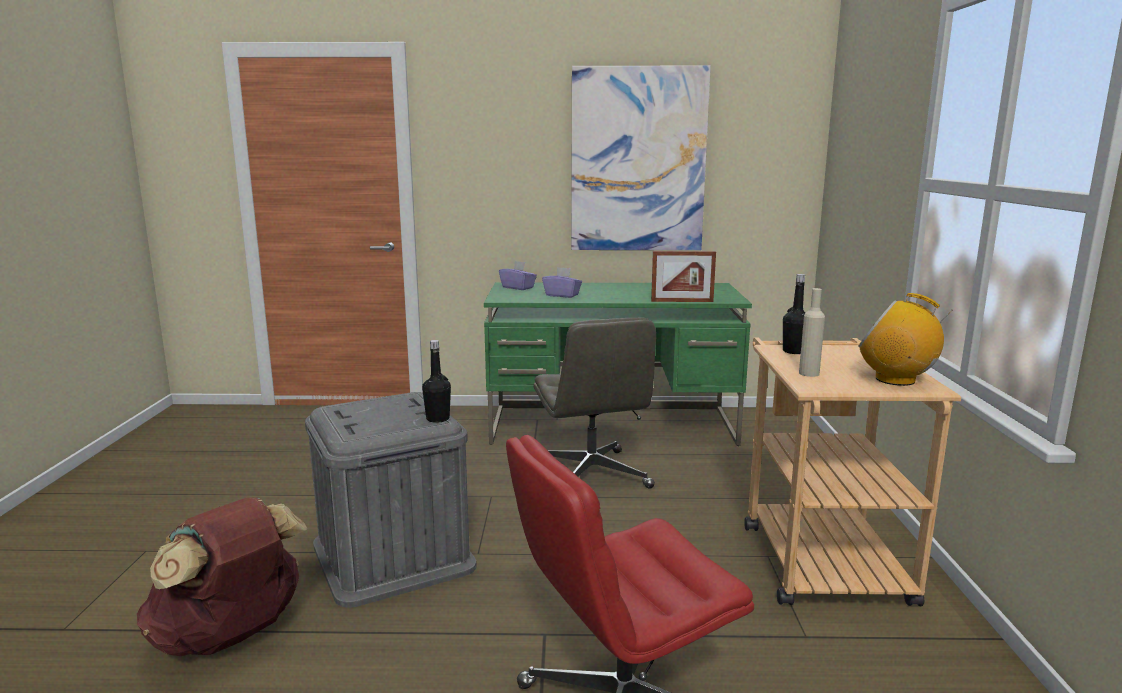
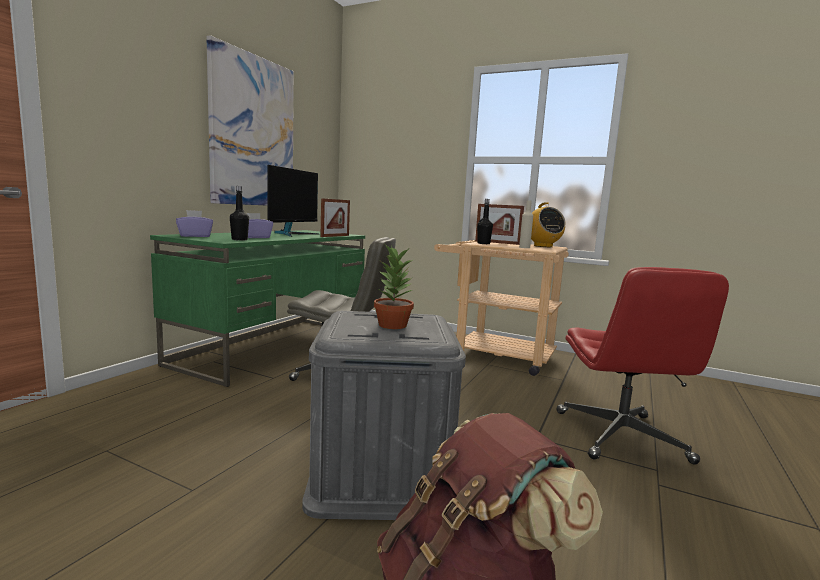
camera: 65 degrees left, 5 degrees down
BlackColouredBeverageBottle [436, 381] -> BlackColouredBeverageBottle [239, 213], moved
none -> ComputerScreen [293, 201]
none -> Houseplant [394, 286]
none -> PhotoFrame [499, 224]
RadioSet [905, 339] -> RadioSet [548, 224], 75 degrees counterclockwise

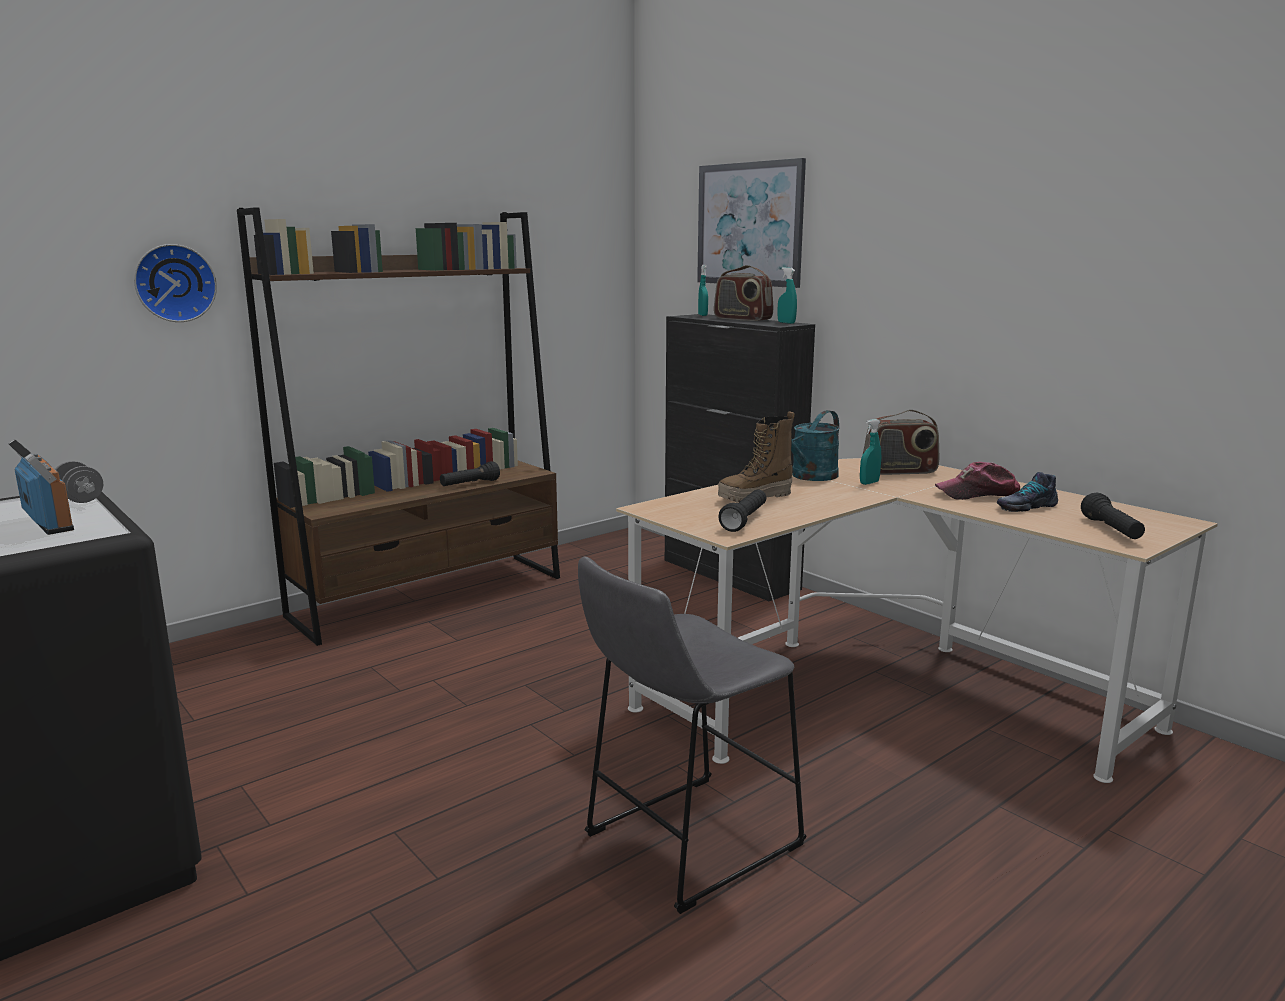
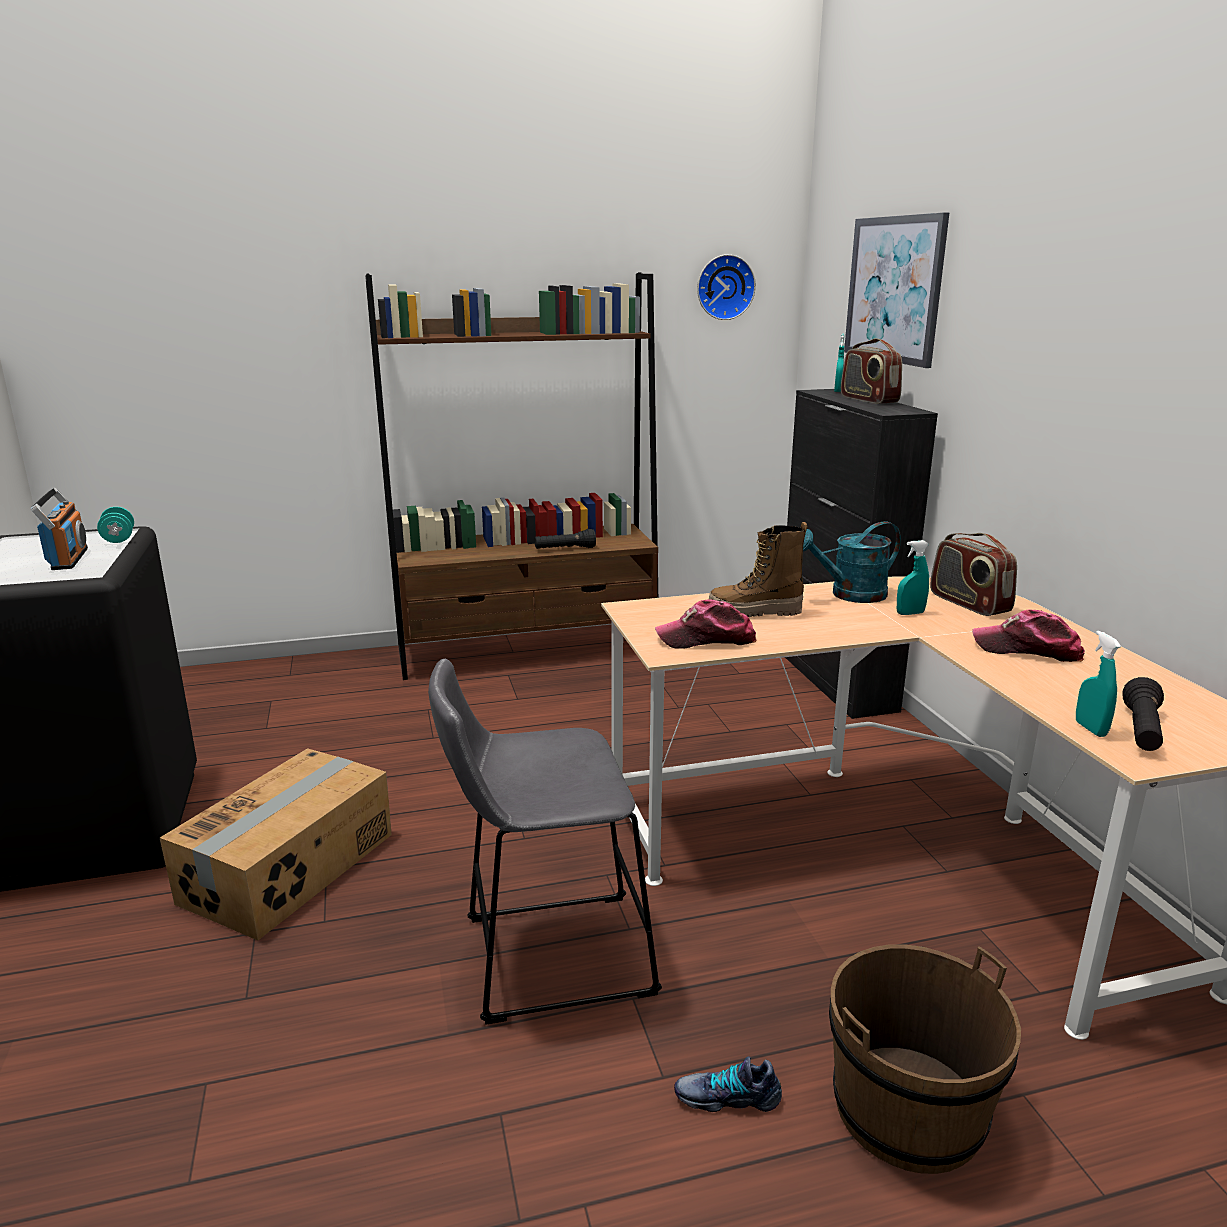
camera: 25 degrees right, 5 degrees up
GreyDumbbell [79, 482] -> TurquoiseColouredDumbbell [115, 525]
none -> CardboardBox [276, 844]
BlackColouredFlashlight [742, 510] -> PeakedCap [706, 624]
ItemOfFootwear [1027, 492] -> ItemOfFootwear [728, 1084], moved
WallClock [175, 283] -> WallClock [726, 287], moved
none -> BrownPail [925, 1059]
RadioSet [901, 442] -> RadioSet [973, 574], 45 degrees clockwise
TurquoiseColouredSprayBottle [787, 295] -> TurquoiseColouredSprayBottle [1098, 684], moved

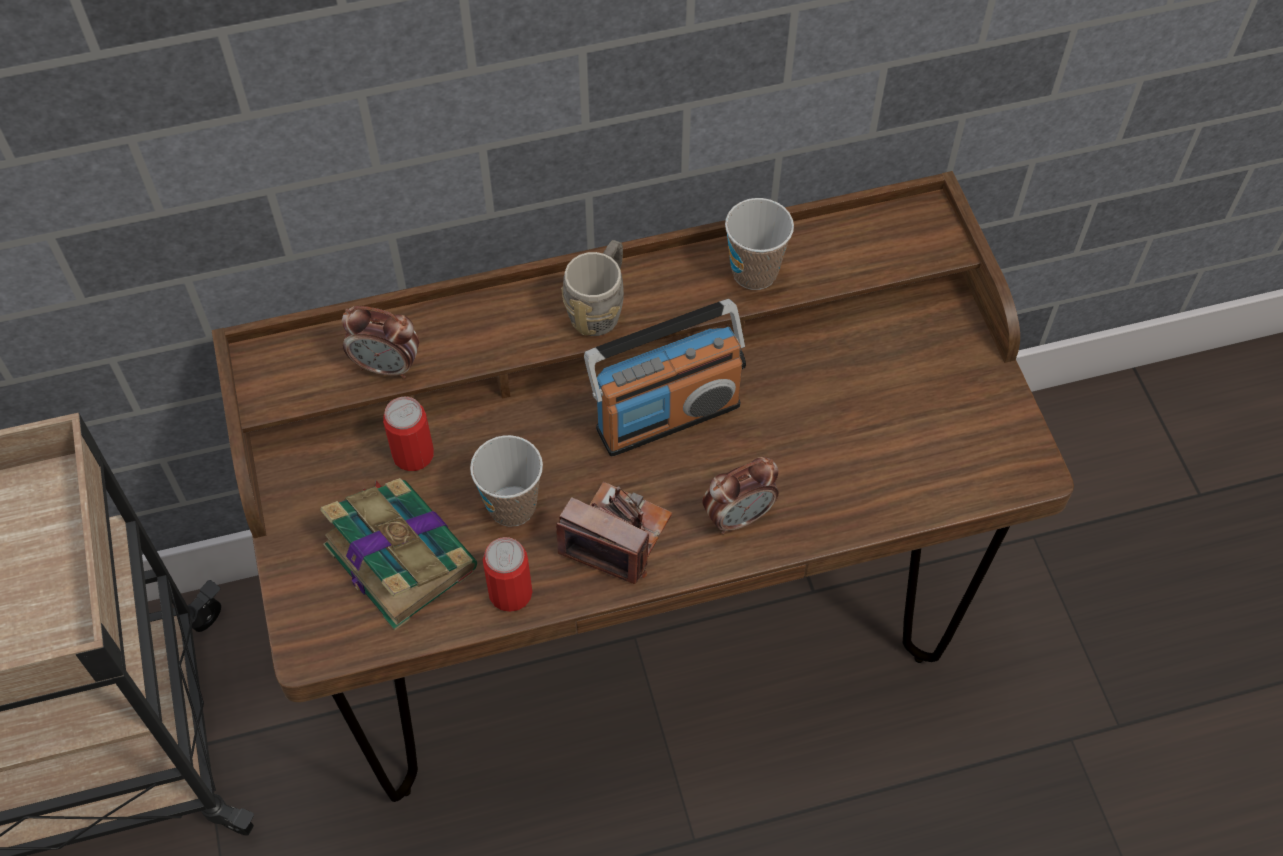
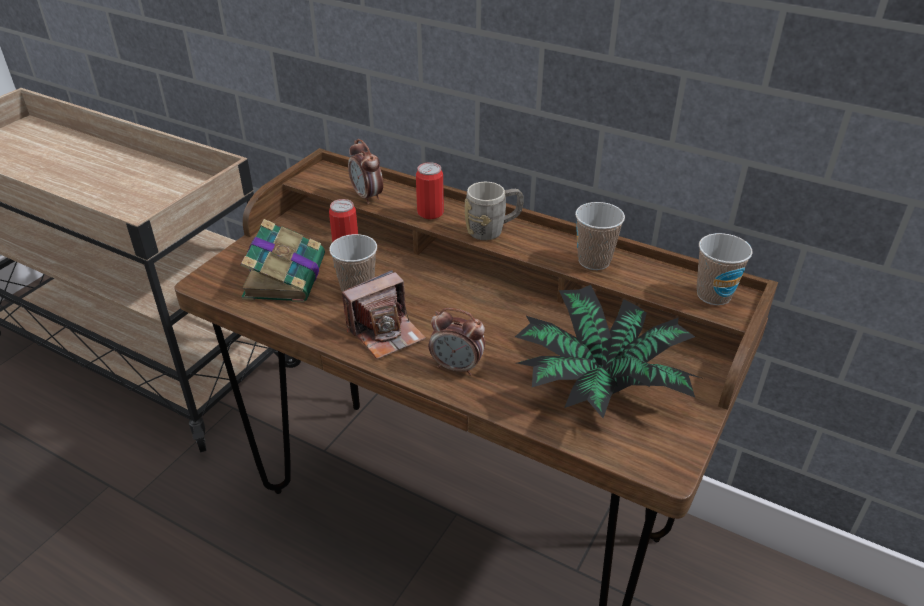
camera: 45 degrees right, 20 degrees down
PhotoCamera [614, 533] -> PhotoCamera [384, 314], 75 degrees clockwise
SealedCan [508, 574] -> SealedCan [430, 190], moved
none -> Houseplant [609, 351]
none -> SmallCup [725, 269]
RadioSet [665, 378] -> none

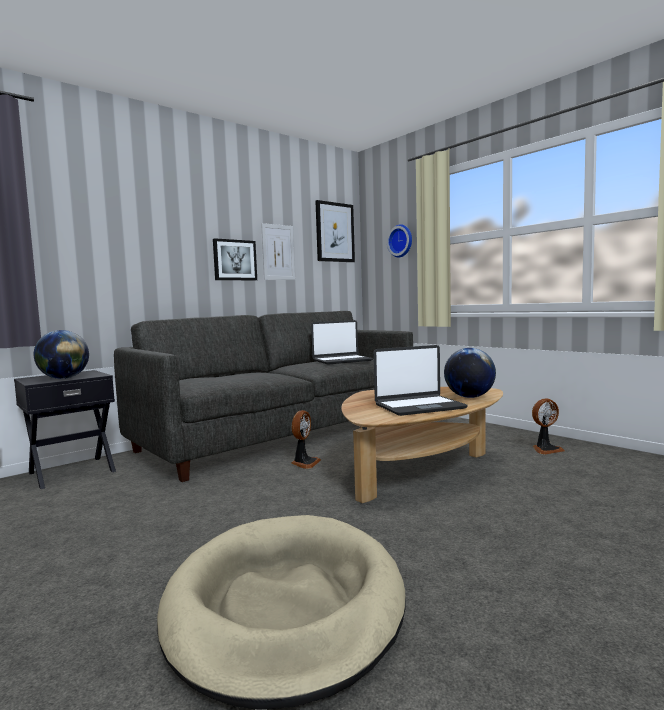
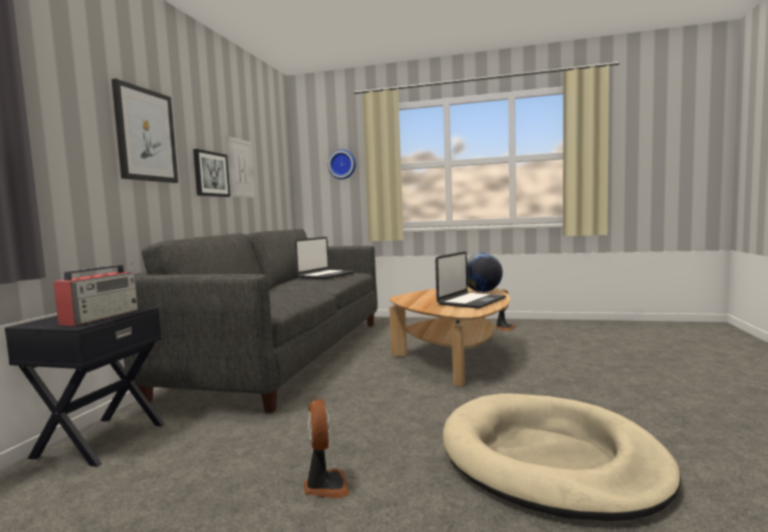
camera: 35 degrees left, 0 degrees up
Globe [61, 354] -> RadioSet [95, 293]
WallArt [335, 231] -> WallArt [145, 131], moved
ElectricFan [306, 439] -> ElectricFan [327, 448], moved

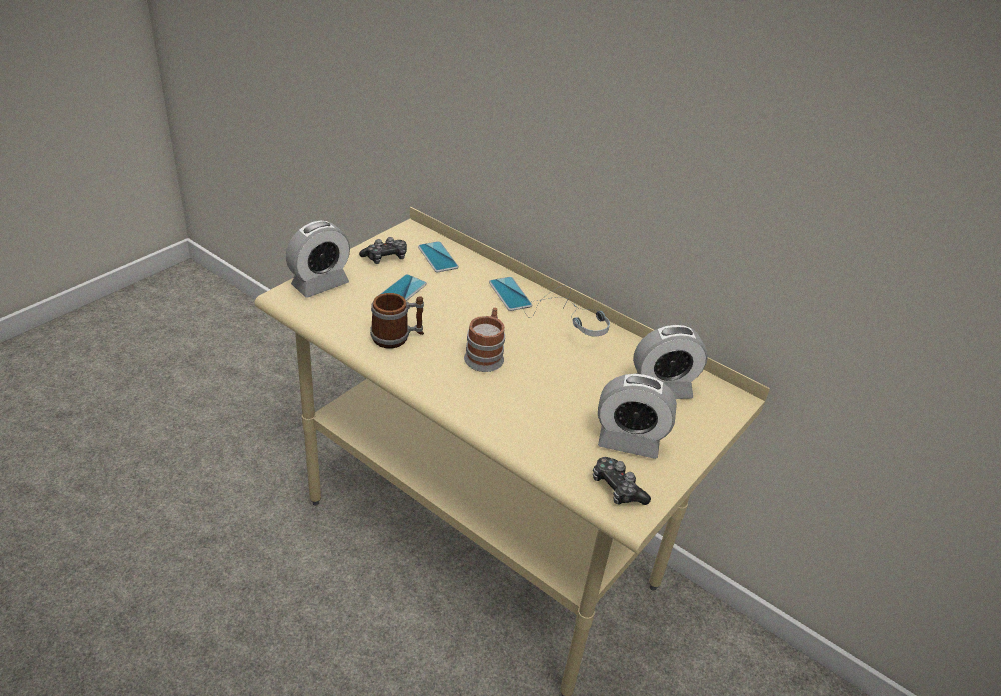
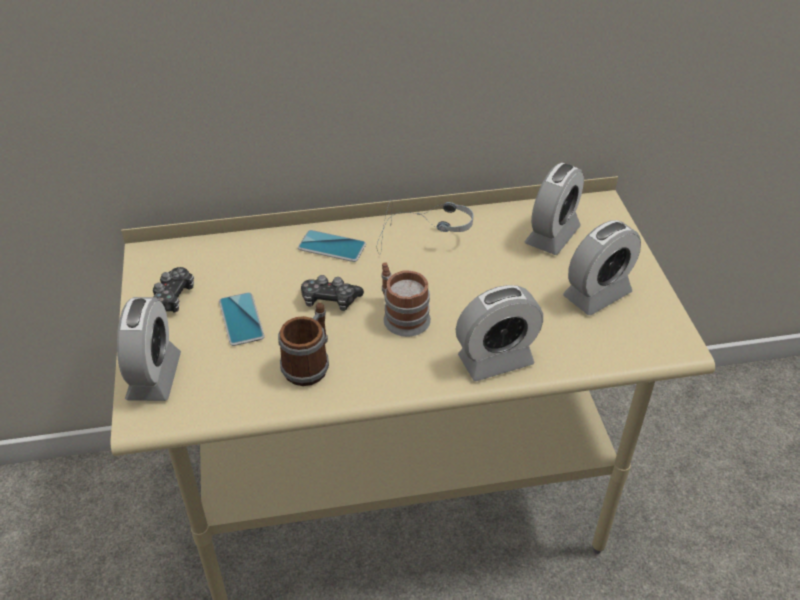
camera: 45 degrees left, 5 degrees up
Joypad [622, 481] -> Joypad [332, 293], moved
none -> AlarmClock [499, 333]
Phone [438, 256] -> none

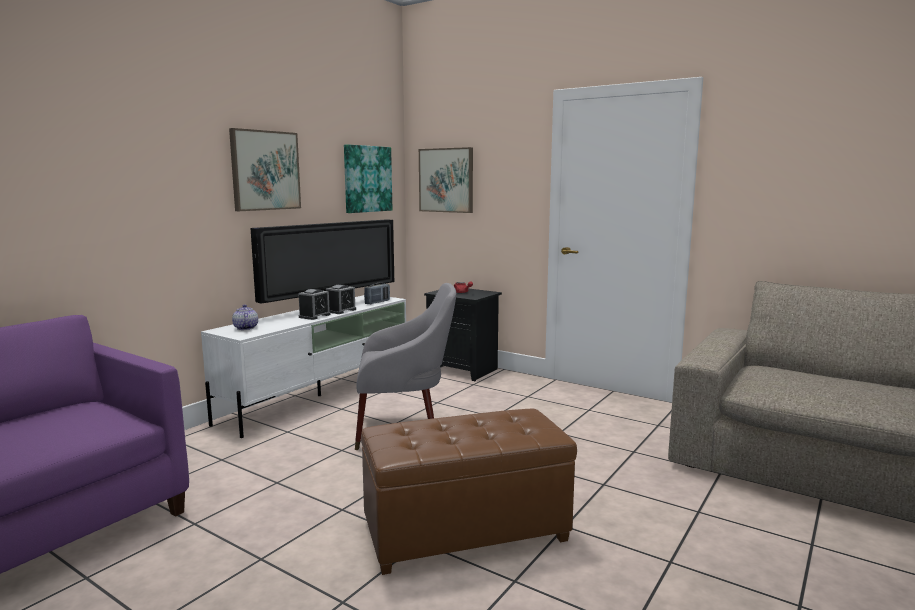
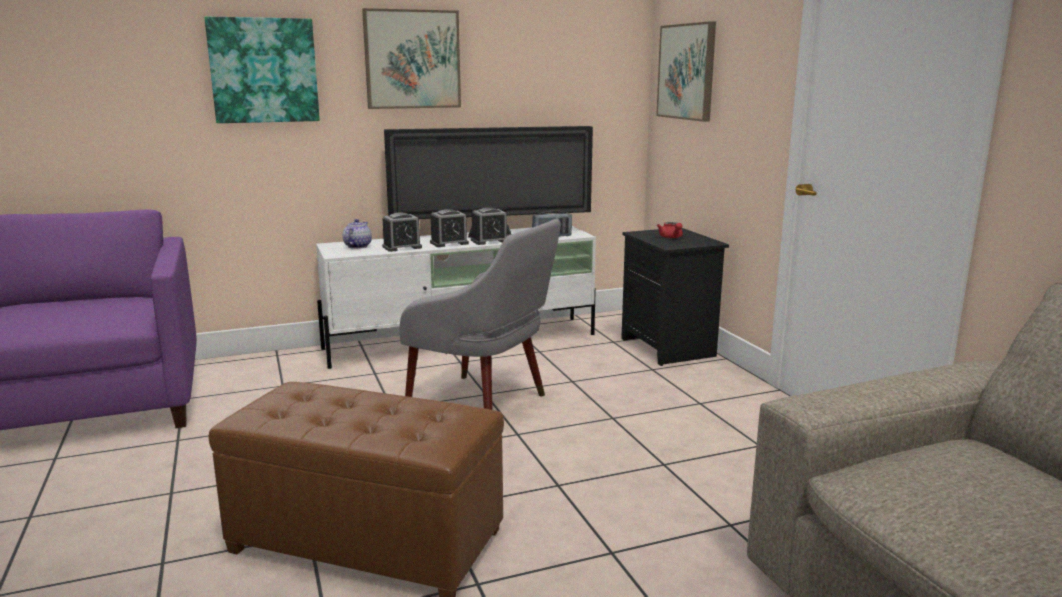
camera: 35 degrees right, 5 degrees up
WallArt [368, 178] -> WallArt [262, 69], moved
none -> AlarmClock [402, 232]

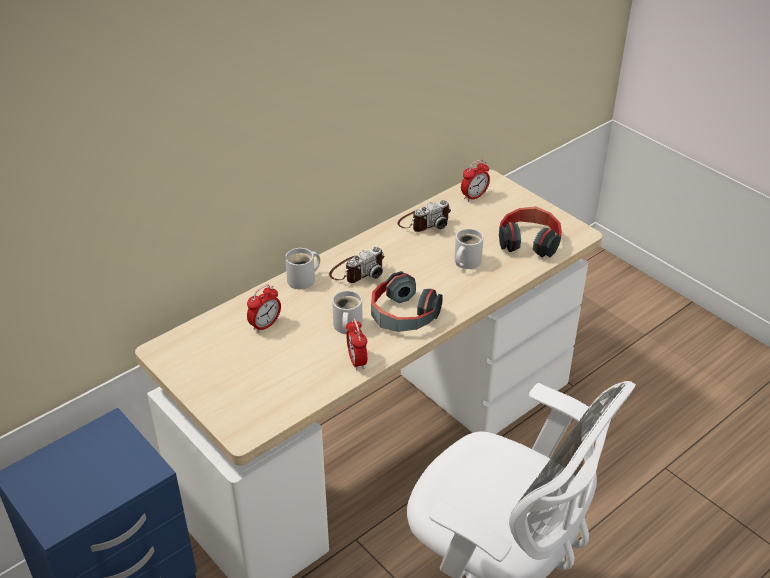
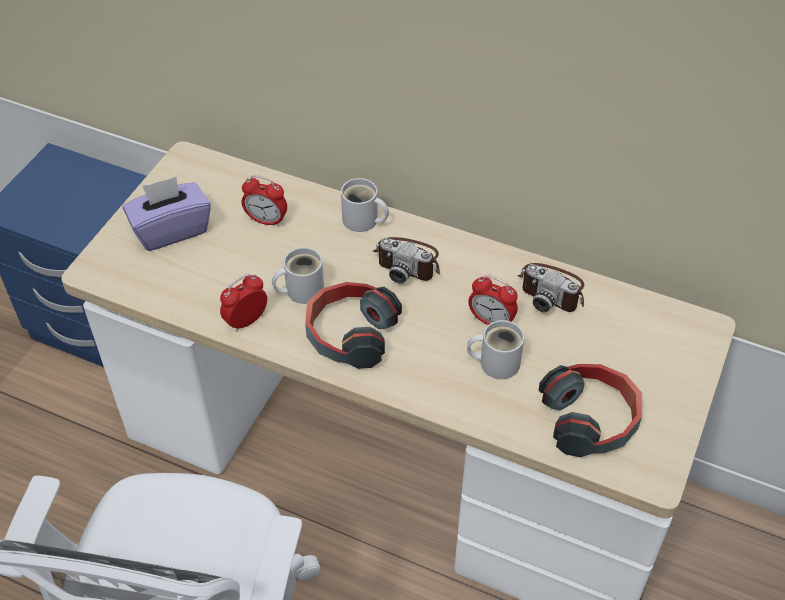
camera: 65 degrees right, 10 degrees up
none -> PurplishTissueHolder [167, 214]
AlarmClock [475, 181] -> AlarmClock [493, 300], moved

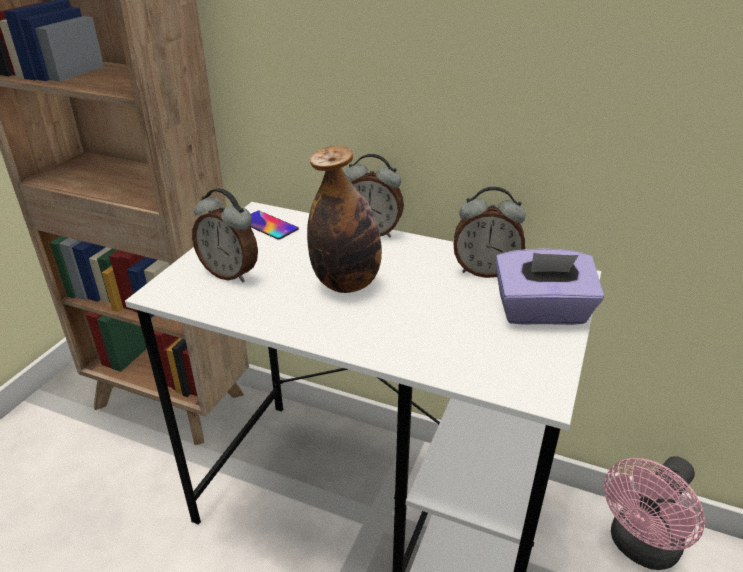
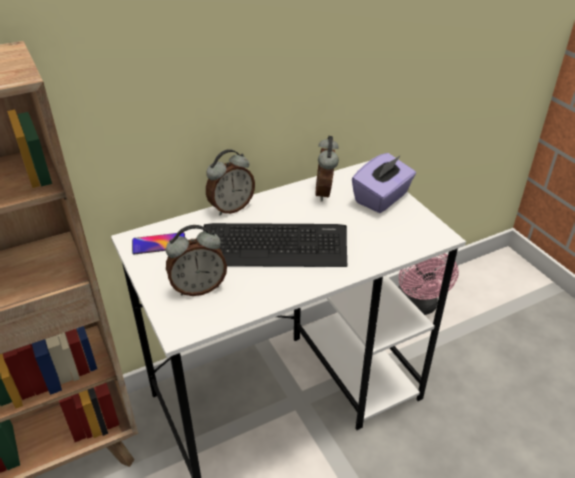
camera: 50 degrees left, 5 degrees up
BeverageBottle [344, 219] -> ComputerKeyboard [275, 245]
AlarmClock [489, 232] -> AlarmClock [327, 169], 135 degrees clockwise

